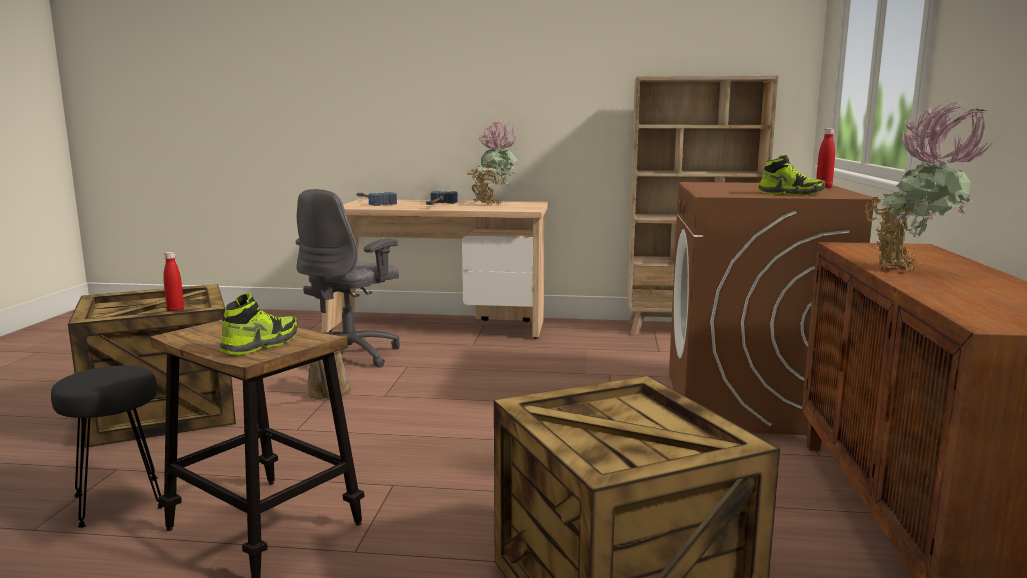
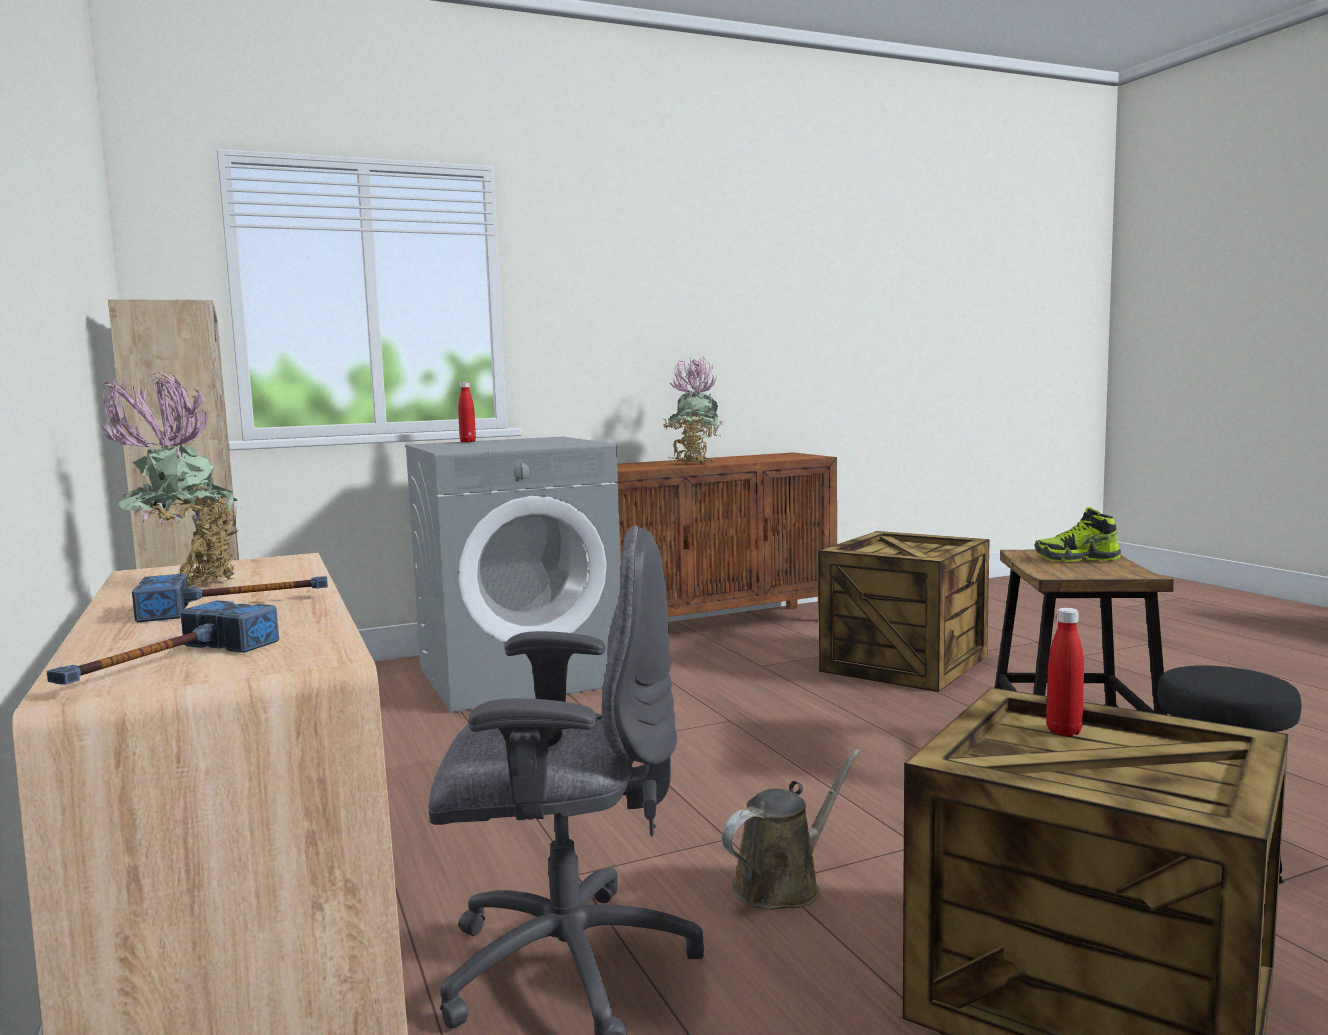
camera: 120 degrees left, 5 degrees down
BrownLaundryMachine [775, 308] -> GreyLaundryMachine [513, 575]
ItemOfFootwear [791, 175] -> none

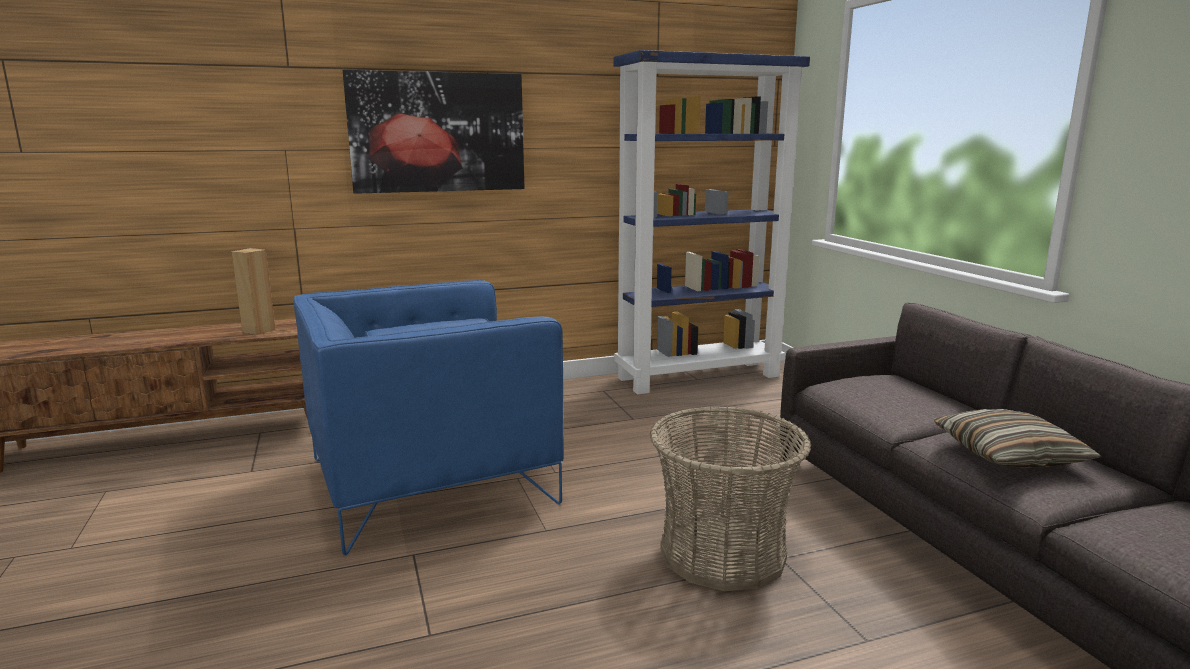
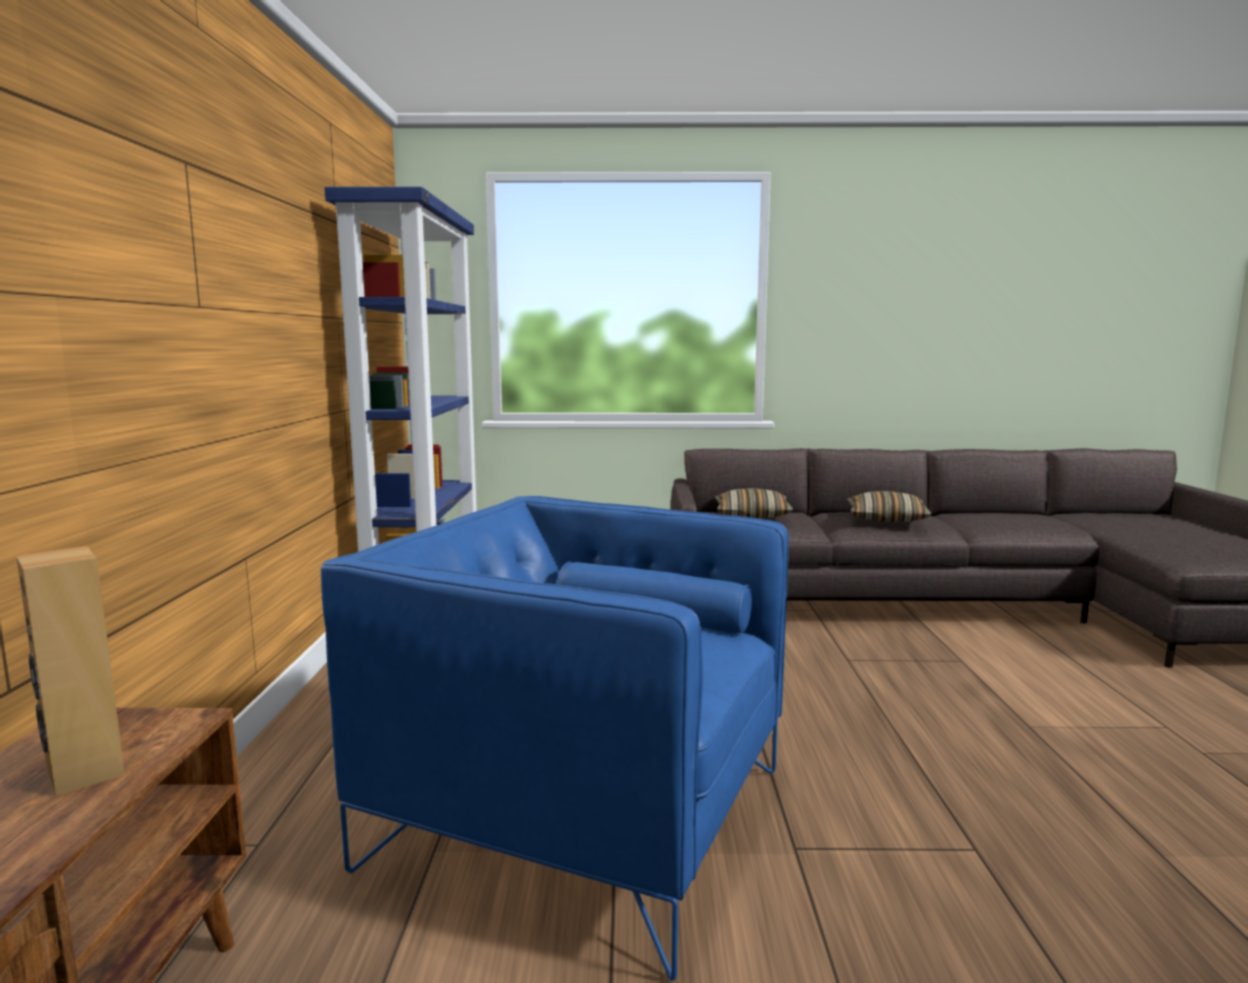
camera: 70 degrees left, 5 degrees down
BluishArmchair [428, 417] -> BluishArmchair [555, 738], 120 degrees clockwise
none -> ThrowPillow [754, 503]
WallArt [434, 132] -> none
Basket [730, 498] -> none

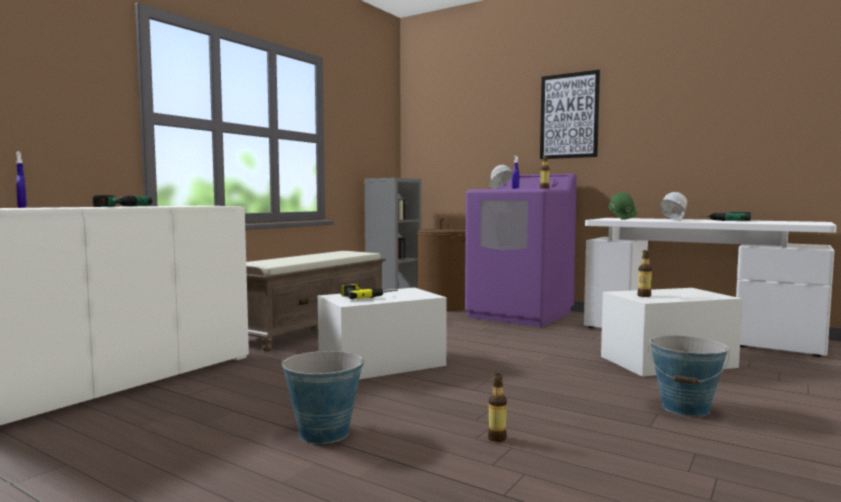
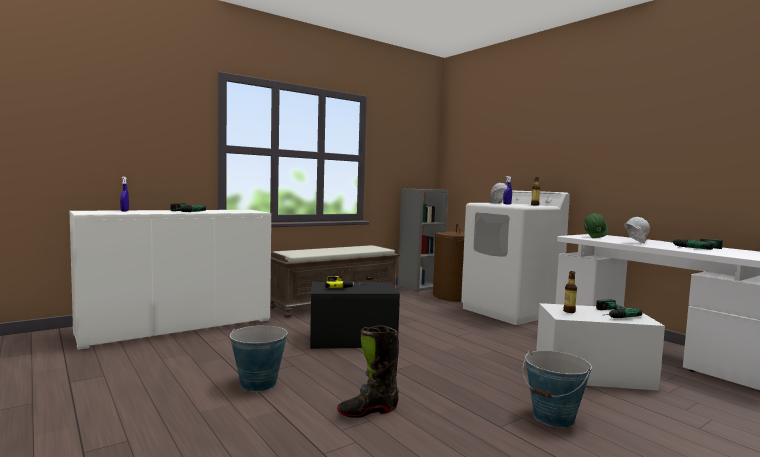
camera: 20 degrees right, 0 degrees up
WhiteStorageContainer [382, 333] -> BlackColouredStorageContainer [355, 315]
BeverageBottle [497, 408] -> BlackColouredHighTopBoot [368, 371]
PurplishLaundryMachine [521, 250] -> WhiteLaundryMachine [515, 257]
none -> ElectricDrill [619, 308]
WallArt [570, 114] -> none

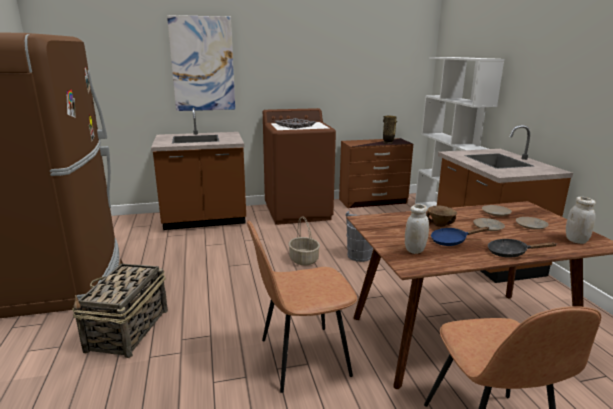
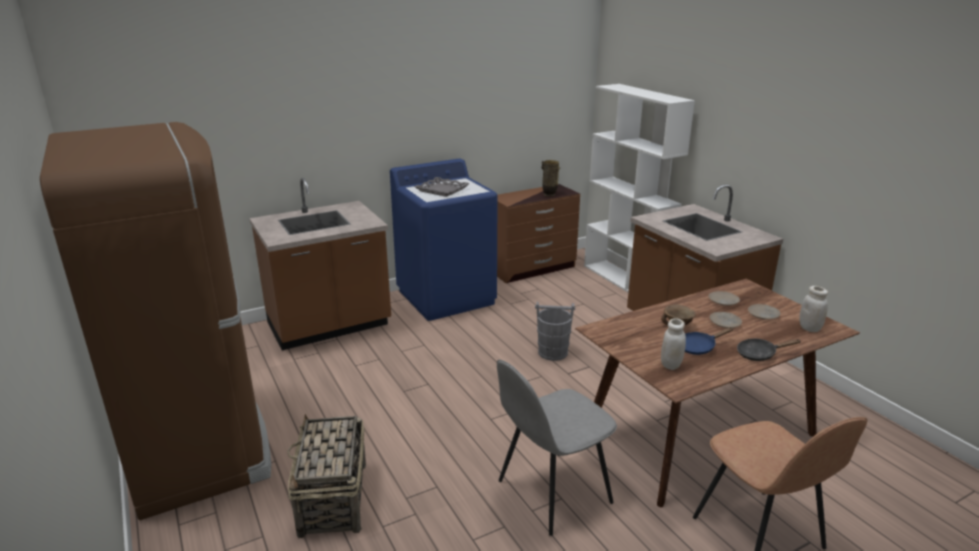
camera: 15 degrees left, 5 degrees up
BrownLaundryMachine [299, 166] -> BluishLaundryMachine [444, 240]
BrownChair [302, 306] -> GreyChair [557, 447]
WallArt [201, 63] -> none
Basket [304, 241] -> none

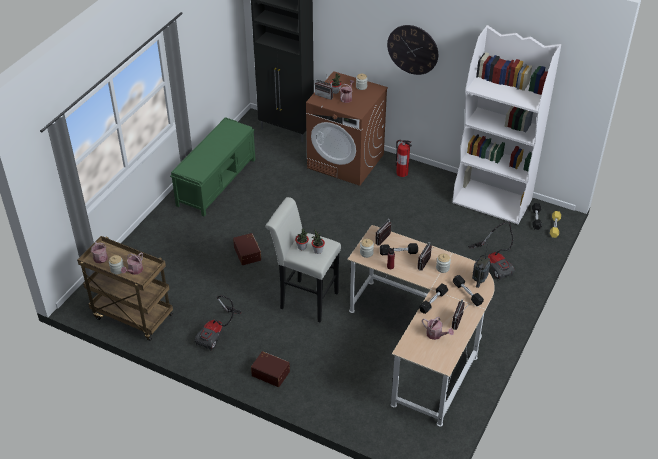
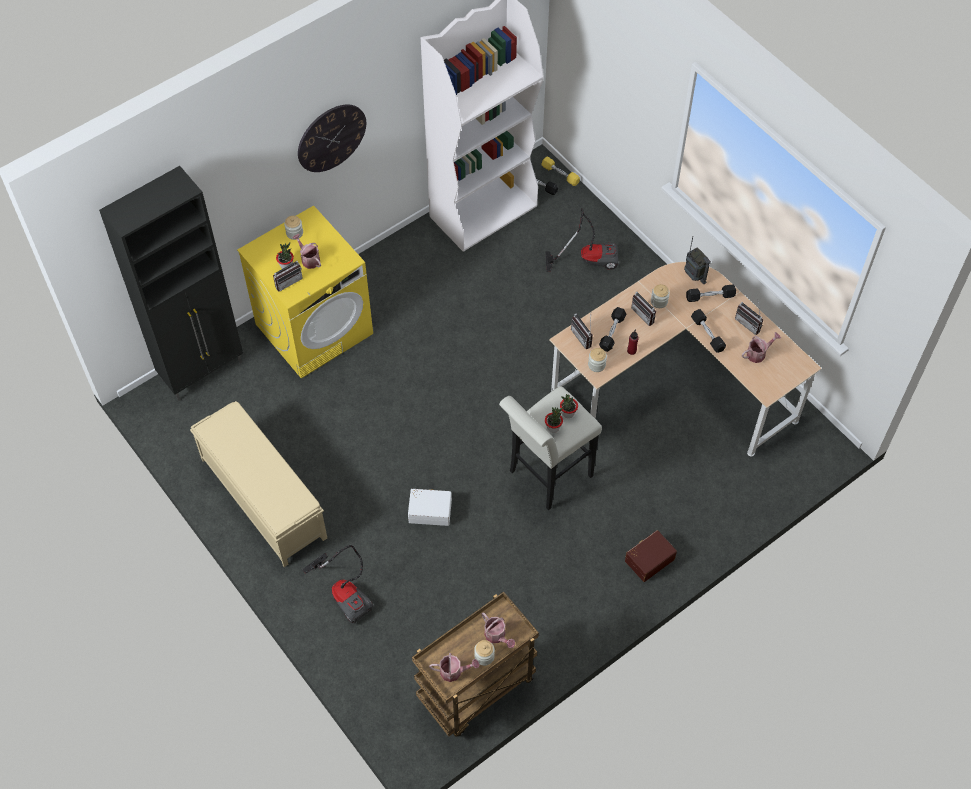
camera: 65 degrees left, 15 degrees up
GreenIndoorBench [212, 167] -> BeigeIndoorBench [258, 484]
BrownLaundryMachine [347, 128] -> YellowishLaundryMachine [305, 292]
VacuumCleaner [218, 323] -> VacuumCleaner [337, 584], moved
BrownStorageContainer [247, 249] -> WhiteStorageContainer [430, 507]
FireFightingCylinder [404, 158] -> none

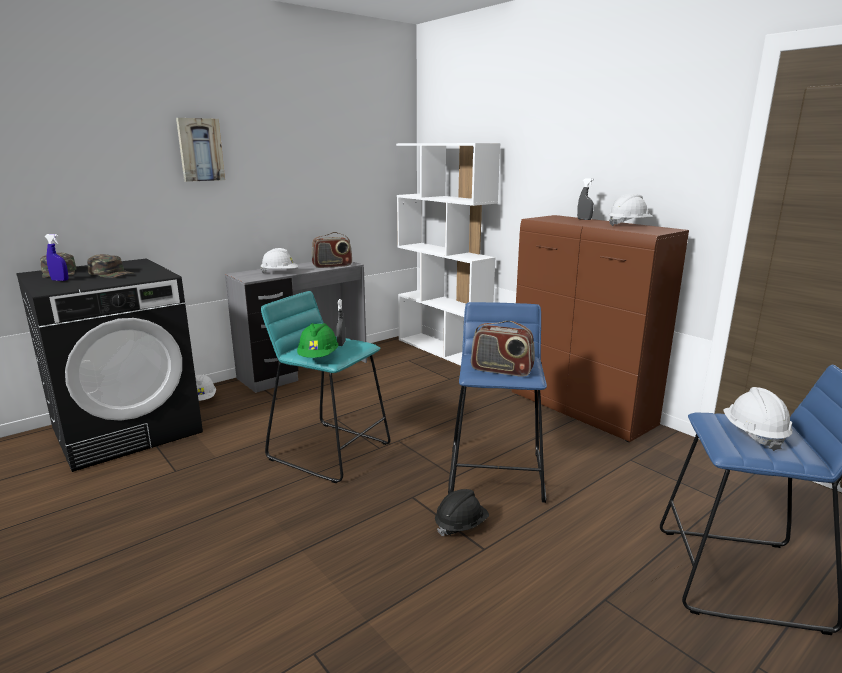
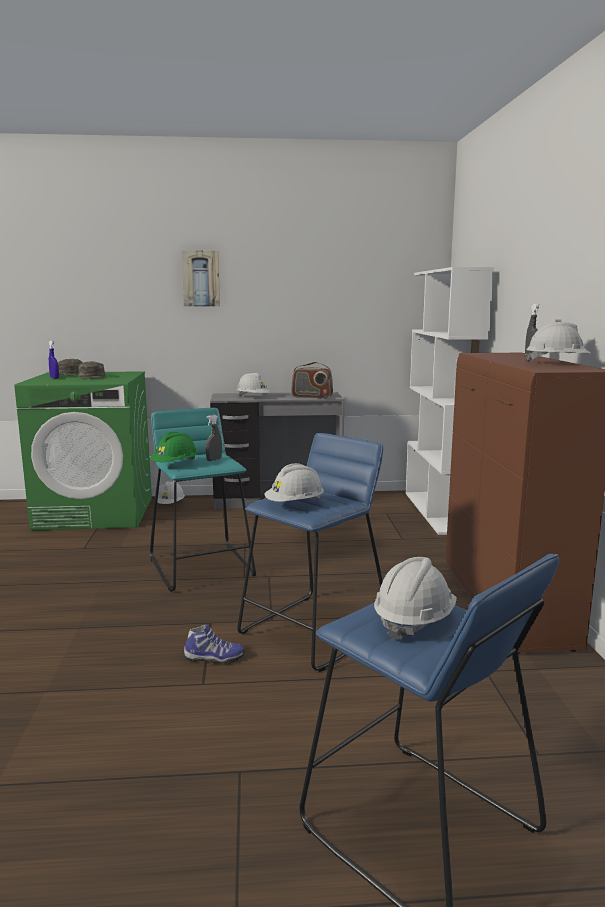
camera: 35 degrees right, 5 degrees down
BlackColouredLaundryMachine [109, 365] -> GreenLaundryMachine [83, 450]
BlackColouredHardHat [462, 513] -> ItemOfFootwear [214, 644]
RadioSet [503, 349] -> WhiteHardHat [294, 482]

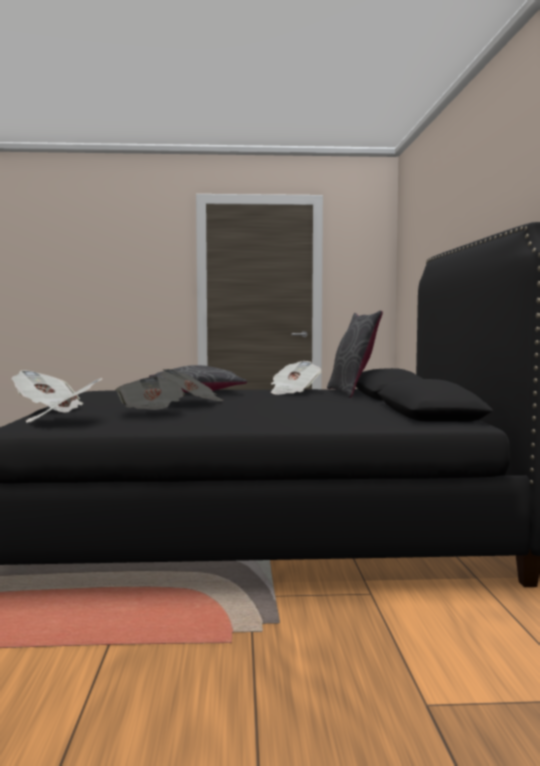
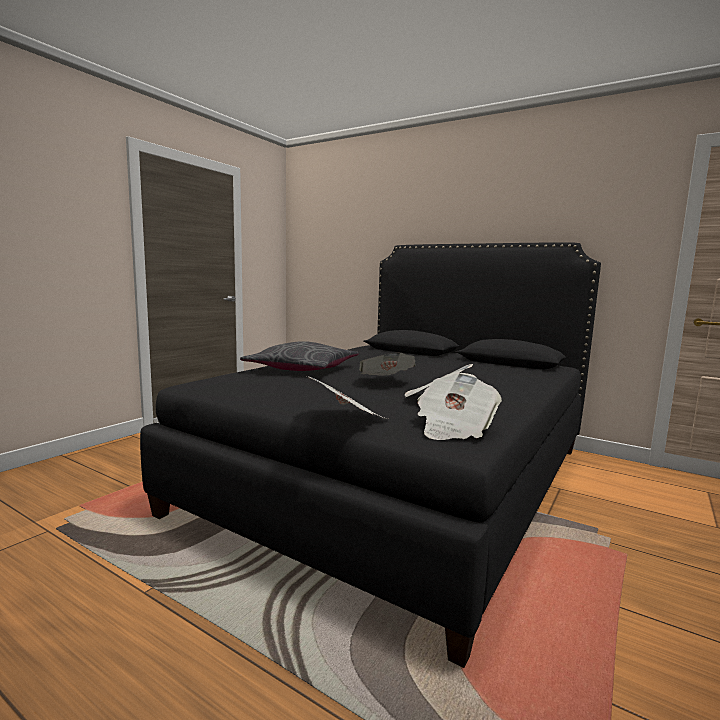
camera: 55 degrees left, 5 degrees up
DailyPaper [296, 378] -> none
GreyThrowPillow [355, 354] -> none

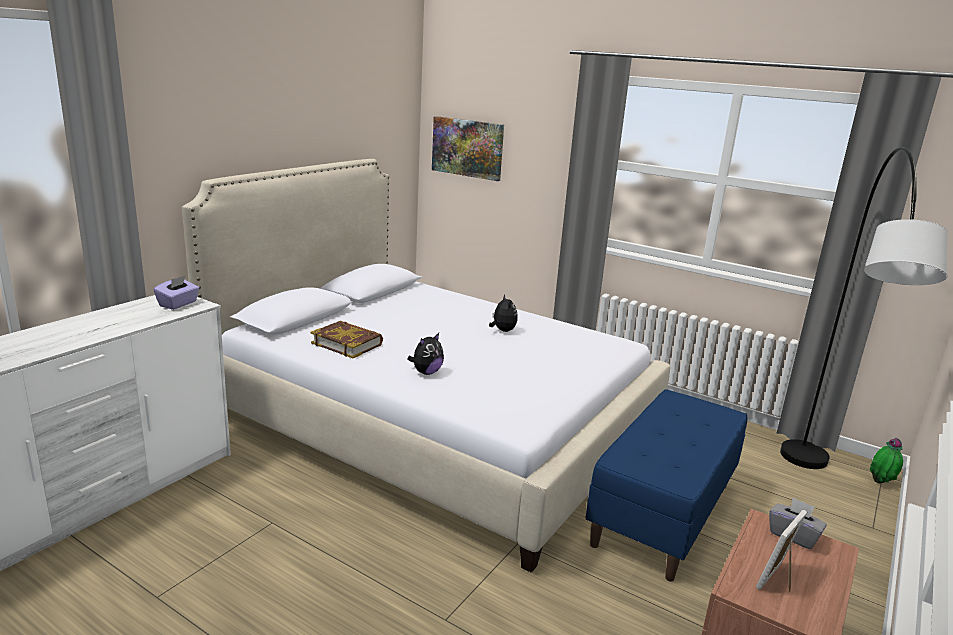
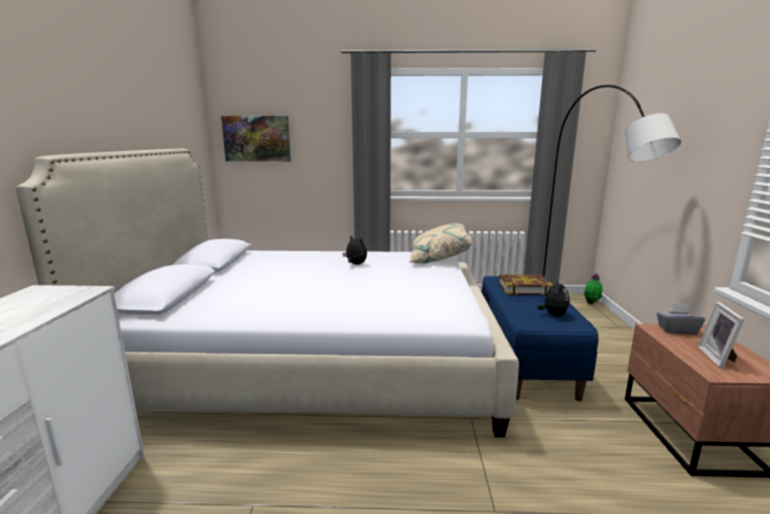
camera: 30 degrees left, 5 degrees down
none -> BeigeThrowPillow [440, 243]
Book [346, 339] -> Book [526, 284], moved
SoftToy [425, 354] -> SoftToy [553, 297], moved
PurplishTissueHolder [176, 292] -> none

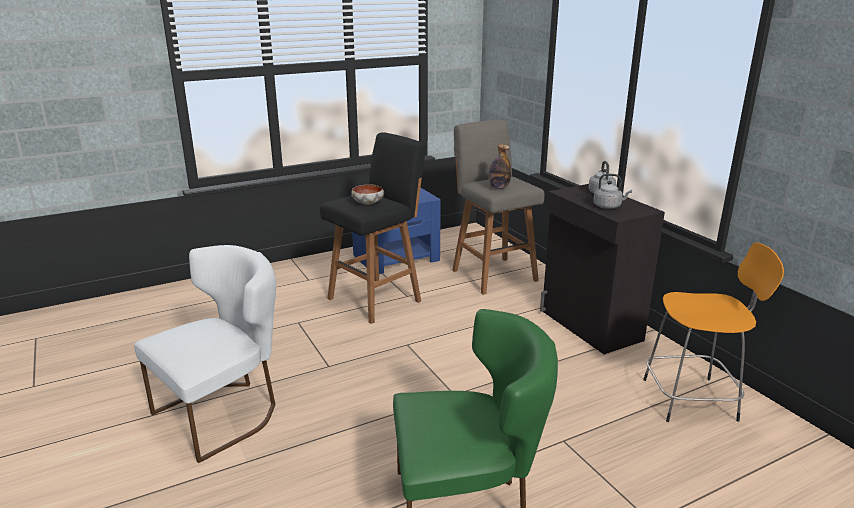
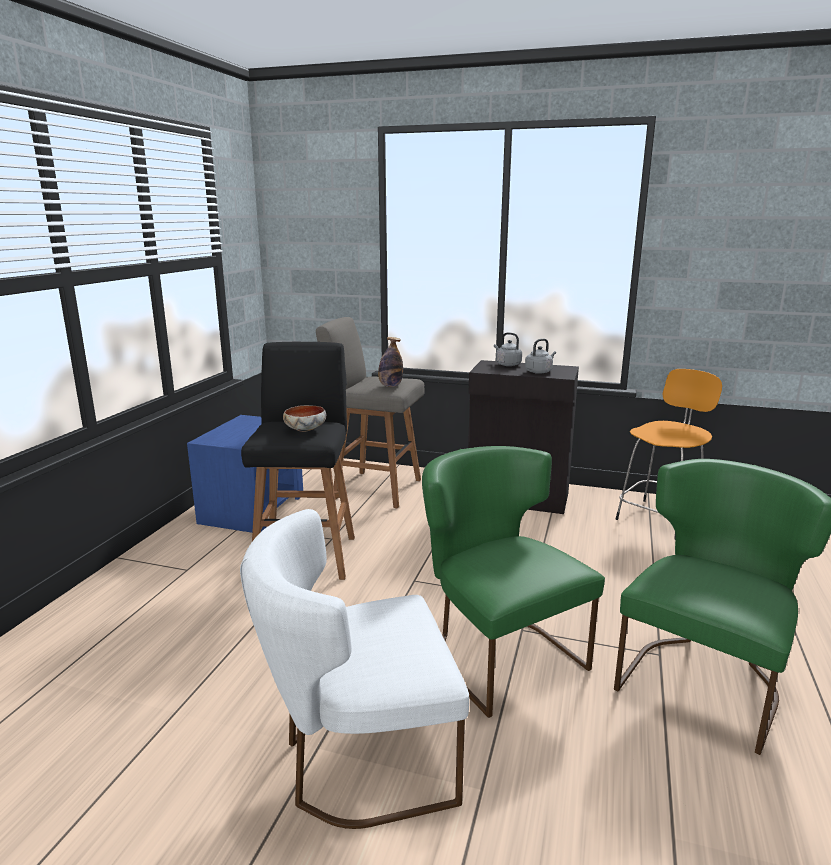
camera: 45 degrees left, 5 degrees down
WhiteChair [205, 354] -> WhiteChair [354, 669], 105 degrees counterclockwise
none -> GreenChair [513, 582]

